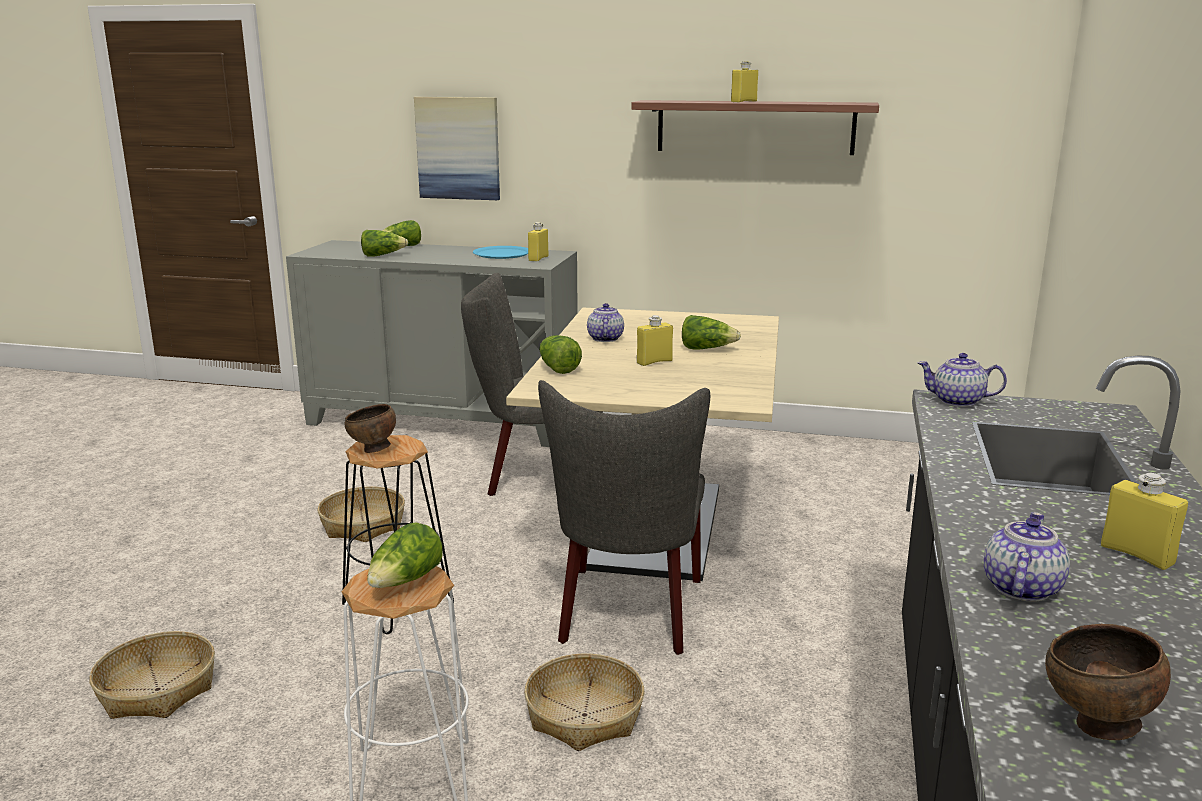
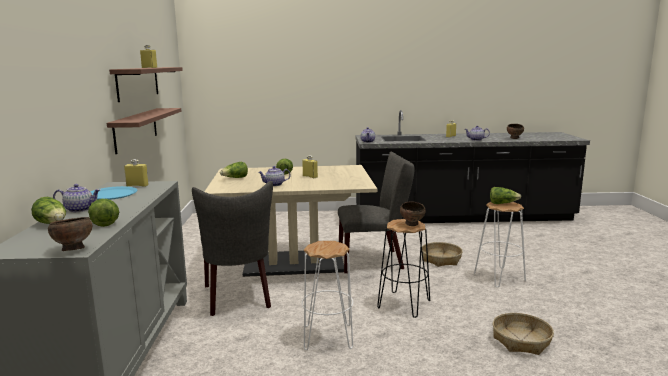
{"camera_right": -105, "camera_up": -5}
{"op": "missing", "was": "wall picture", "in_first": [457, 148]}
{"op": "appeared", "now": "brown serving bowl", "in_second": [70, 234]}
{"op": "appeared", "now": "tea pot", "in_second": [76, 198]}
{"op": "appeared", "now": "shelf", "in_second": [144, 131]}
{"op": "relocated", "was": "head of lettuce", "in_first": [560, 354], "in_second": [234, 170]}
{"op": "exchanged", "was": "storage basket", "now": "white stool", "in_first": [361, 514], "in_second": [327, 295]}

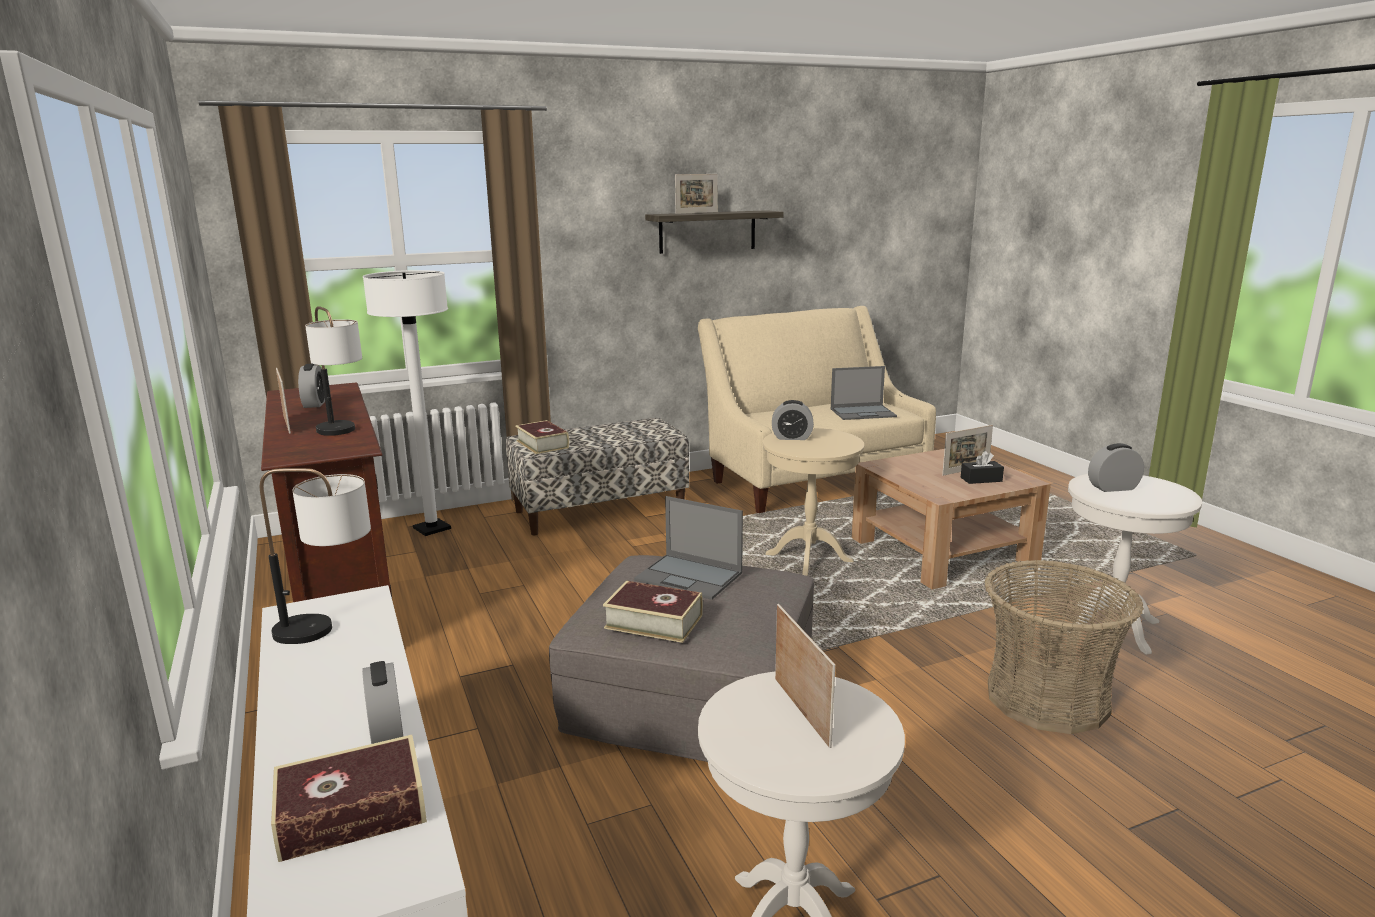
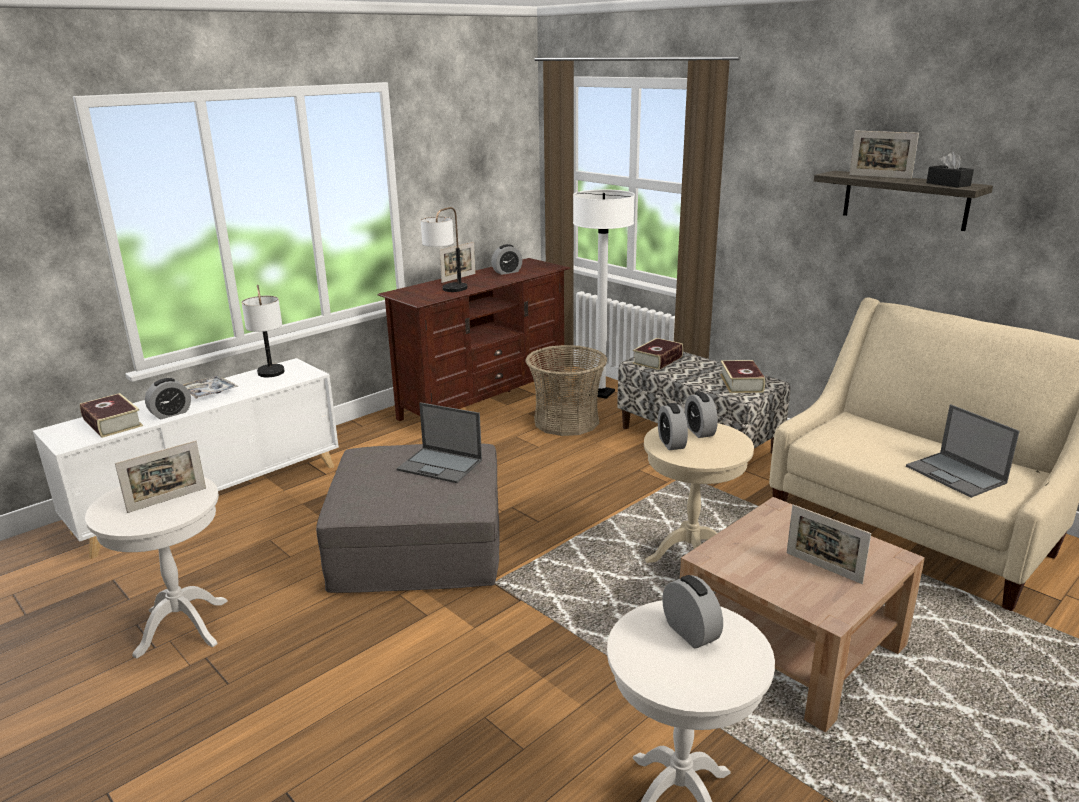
{"camera_right": 70, "camera_up": 5}
{"op": "appeared", "now": "carrying tray", "in_second": [210, 387]}
{"op": "appeared", "now": "bedside clock", "in_second": [673, 426]}
{"op": "relocated", "was": "volume", "in_first": [653, 612], "in_second": [742, 376]}
{"op": "relocated", "was": "black tissue holder", "in_first": [982, 467], "in_second": [950, 170]}
{"op": "relocated", "was": "storage basket", "in_first": [1064, 647], "in_second": [566, 390]}
{"op": "spun", "was": "portable computer", "in_first": [688, 548], "in_second": [439, 442], "clockwise": -75}

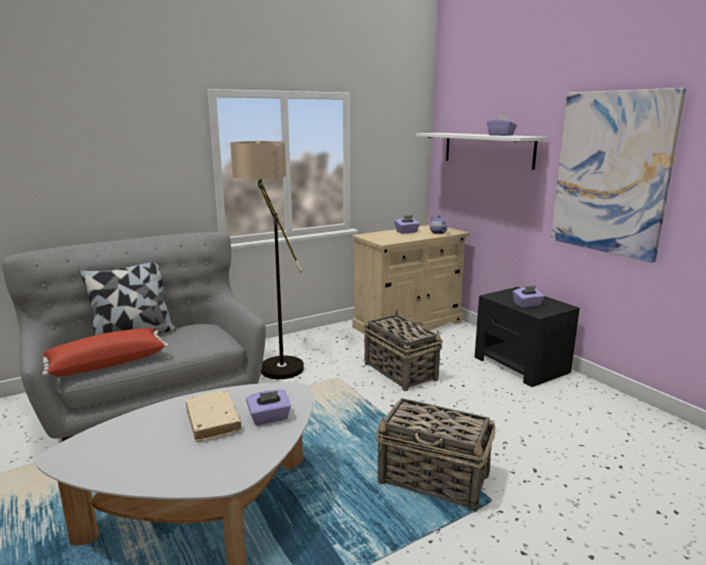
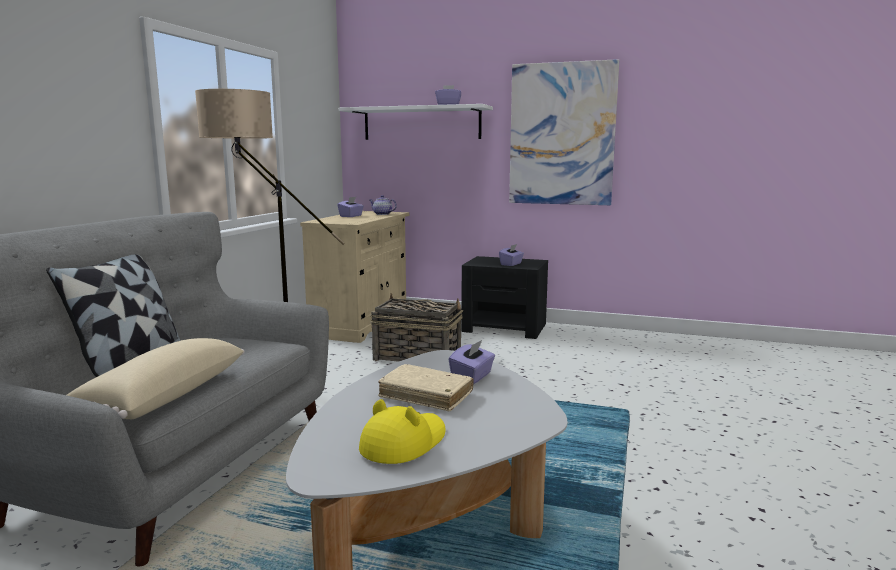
{"camera_right": -40, "camera_up": -5}
{"op": "missing", "was": "storage basket", "in_first": [436, 455]}
{"op": "appeared", "now": "yellow hat", "in_second": [402, 431]}
{"op": "colour", "was": "red cushion", "now": "beige cushion", "in_first": [105, 352], "in_second": [156, 378]}

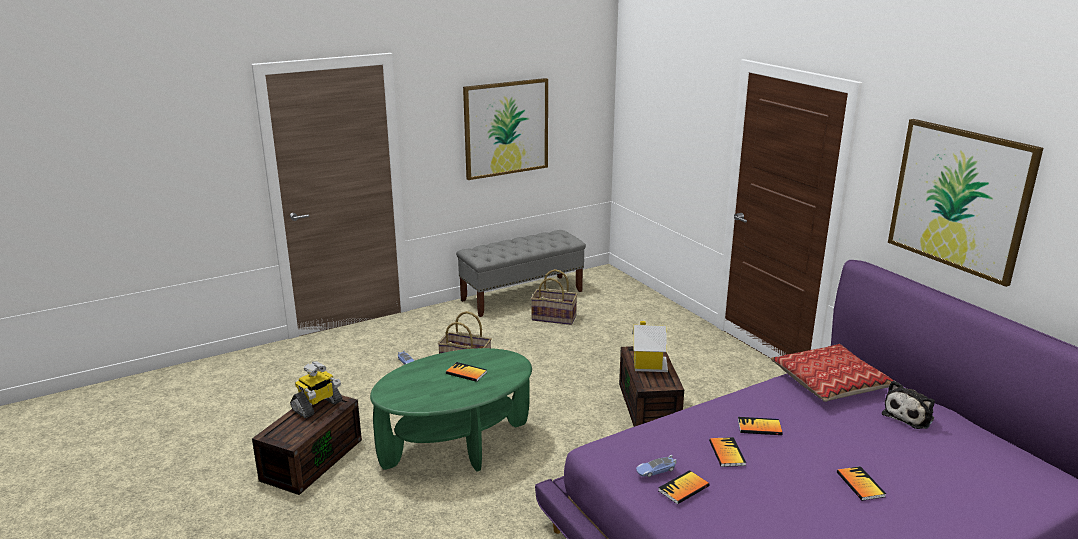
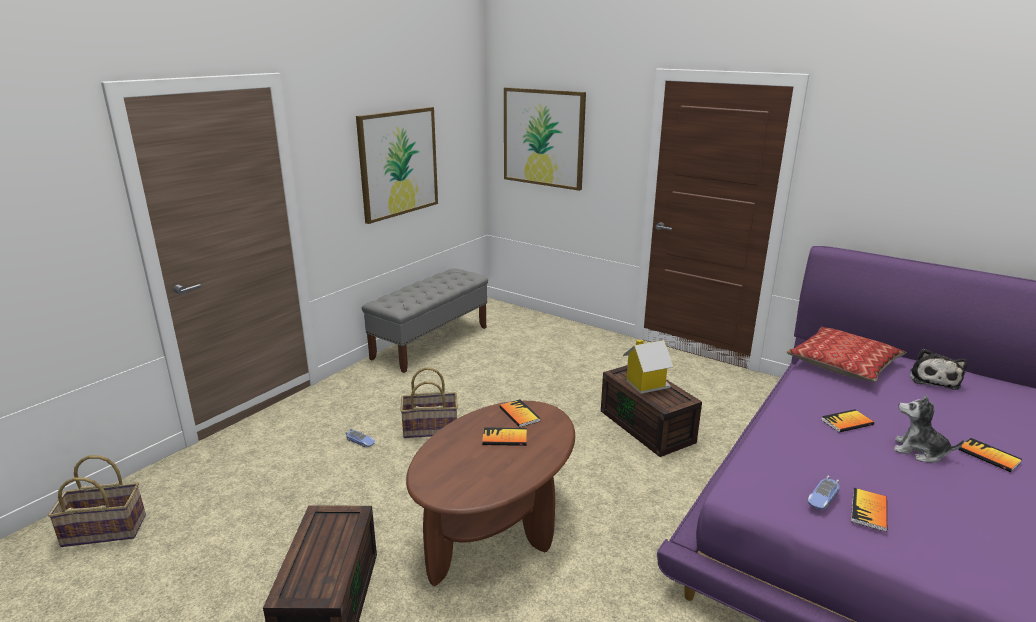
{"camera_right": -25, "camera_up": 0}
{"op": "missing", "was": "model robot", "in_first": [316, 389]}
{"op": "appeared", "now": "cuddly toy", "in_second": [929, 428]}
{"op": "relocated", "was": "storage basket", "in_first": [554, 297], "in_second": [97, 501]}
{"op": "relocated", "was": "volume", "in_first": [727, 452], "in_second": [519, 413]}
{"op": "relocated", "was": "wall picture", "in_first": [965, 203], "in_second": [545, 139]}
{"op": "colour", "was": "greenish coffee table", "now": "brown coffee table", "in_first": [451, 410], "in_second": [490, 493]}

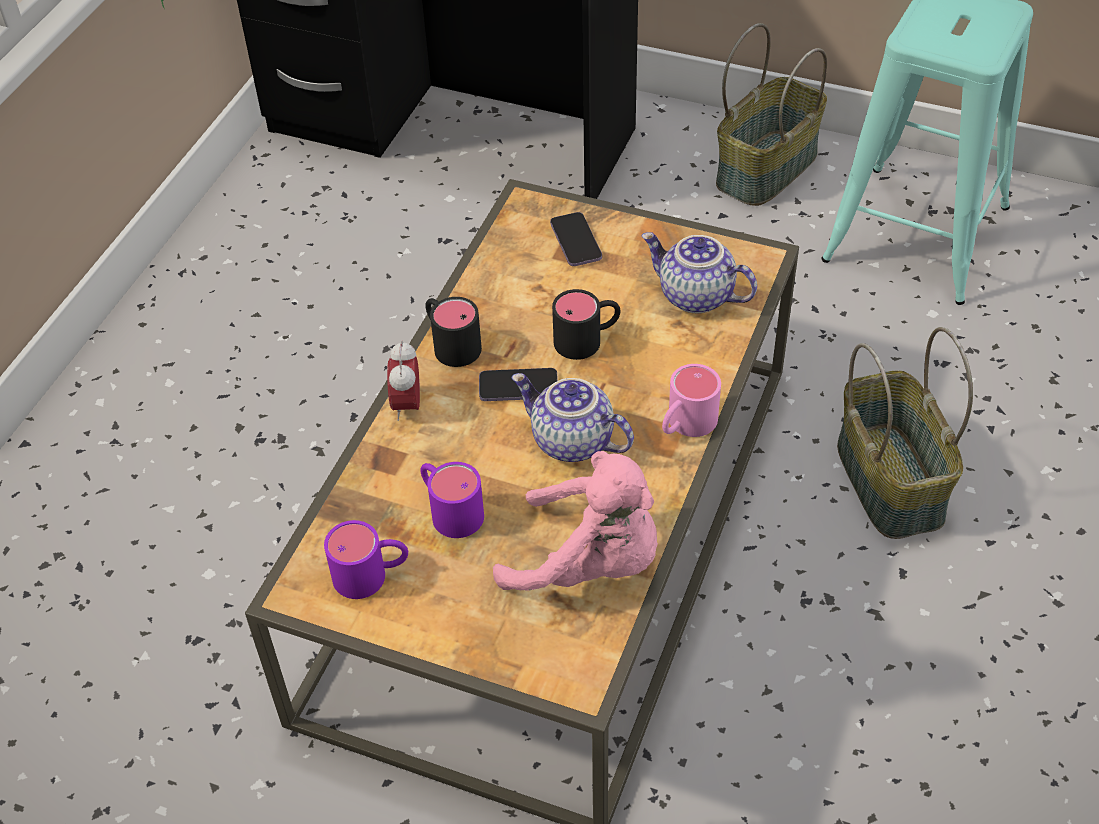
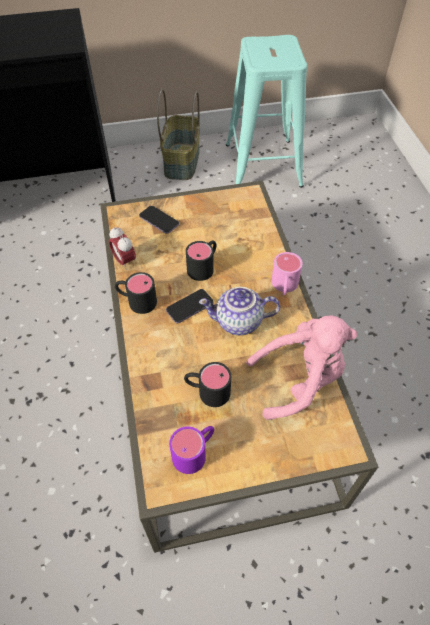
{"camera_right": -35, "camera_up": 5}
{"op": "missing", "was": "tea pot", "in_first": [699, 272]}
{"op": "missing", "was": "storage basket", "in_first": [905, 433]}
{"op": "relocated", "was": "bedside clock", "in_first": [403, 381], "in_second": [122, 248]}
{"op": "colour", "was": "purplish tea mug", "now": "black tea mug", "in_first": [452, 500], "in_second": [207, 384]}

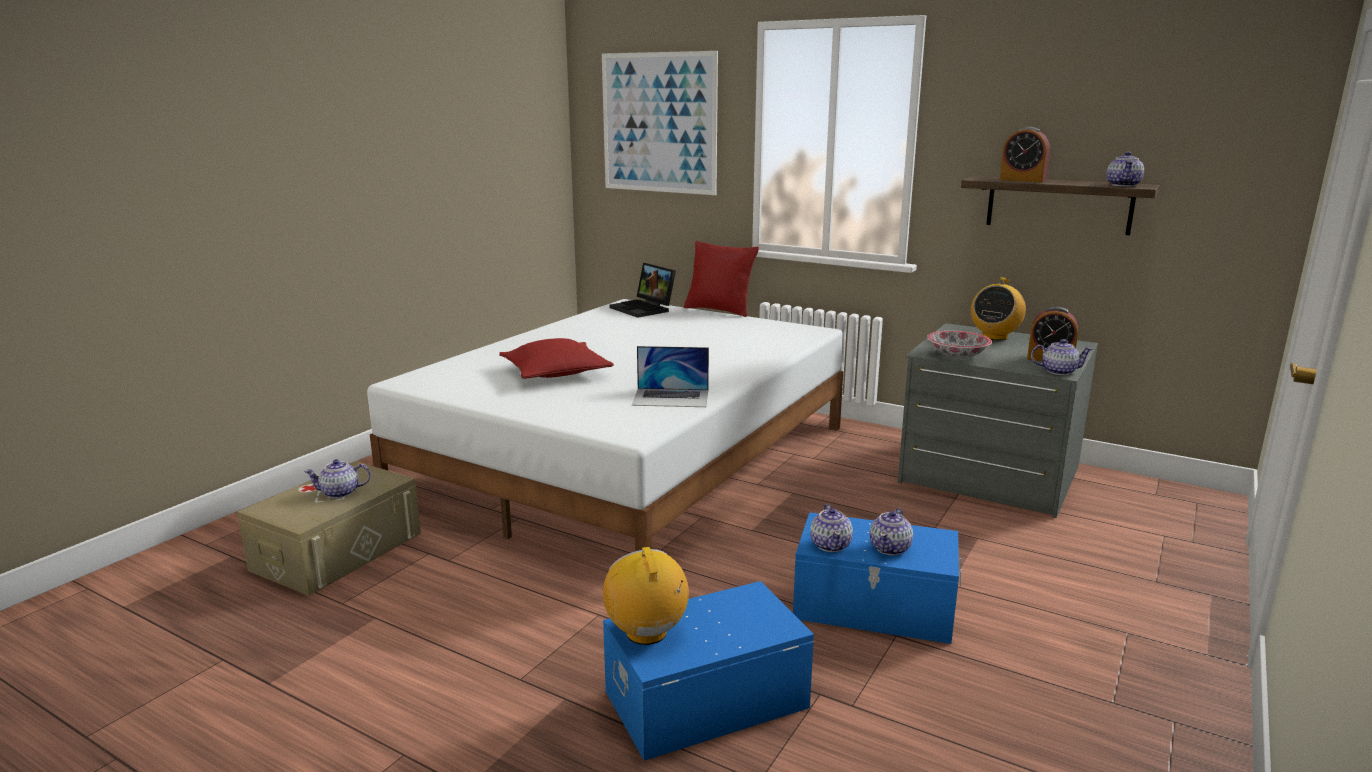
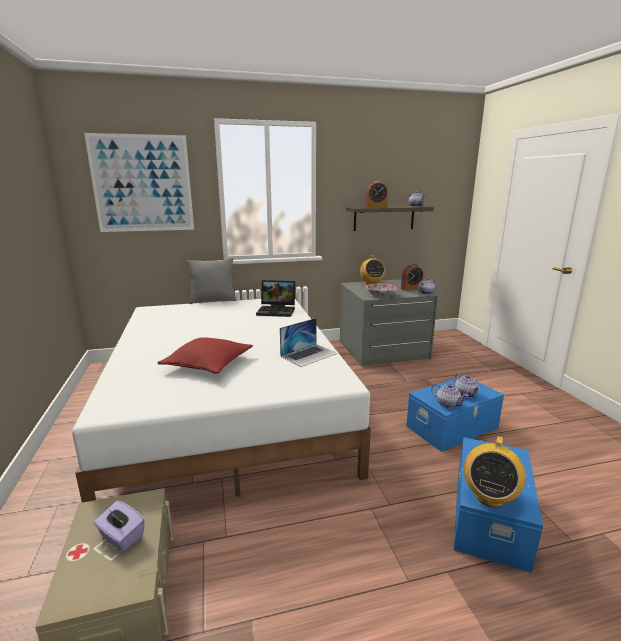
{"camera_right": -45, "camera_up": 0}
{"op": "relocated", "was": "portable computer", "in_first": [642, 290], "in_second": [275, 298]}
{"op": "exchanged", "was": "tea pot", "now": "purplish tissue holder", "in_first": [337, 478], "in_second": [119, 526]}
{"op": "colour", "was": "red cushion", "now": "gray cushion", "in_first": [721, 279], "in_second": [211, 281]}
{"op": "spun", "was": "radio", "in_first": [646, 596], "in_second": [495, 471], "clockwise": -90}

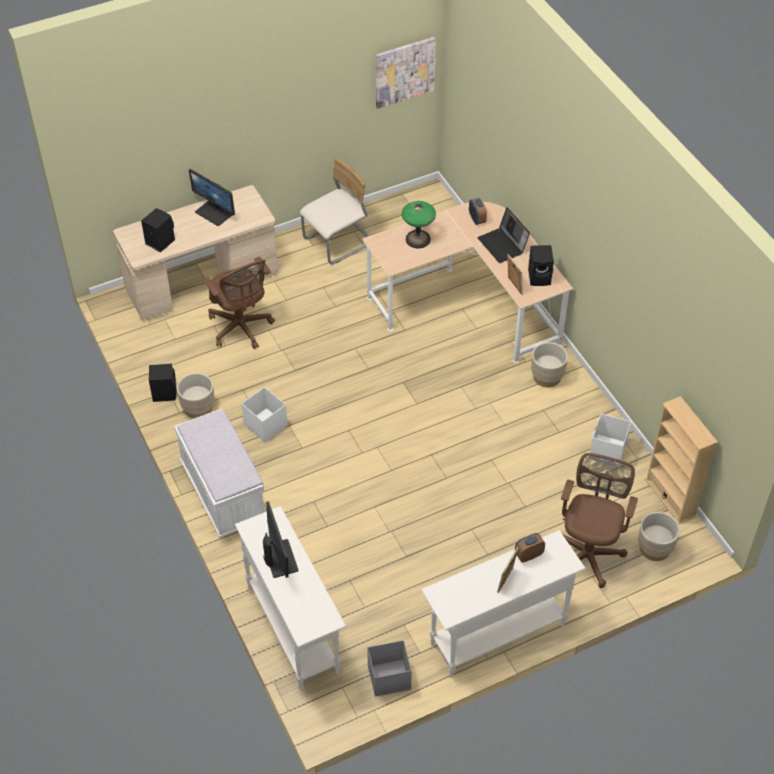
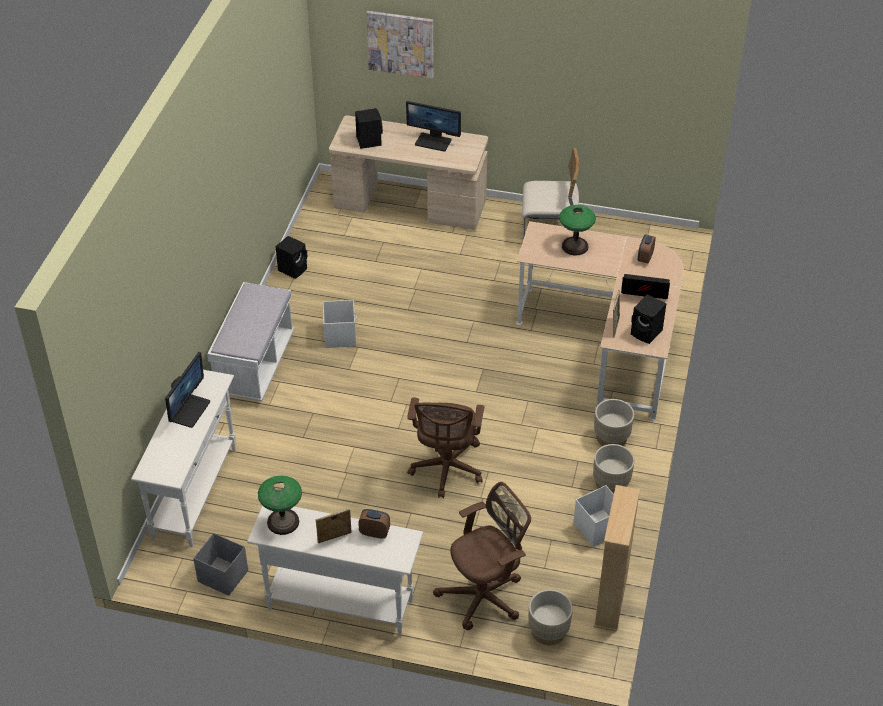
{"camera_right": 40, "camera_up": -5}
{"op": "appeared", "now": "table lamp", "in_second": [280, 505]}
{"op": "relocated", "was": "beige plant pot", "in_first": [195, 396], "in_second": [614, 469]}
{"op": "relocated", "was": "brown office chair", "in_first": [239, 303], "in_second": [445, 447]}
{"op": "relocated", "was": "wall picture", "in_first": [406, 73], "in_second": [400, 45]}
{"op": "spun", "was": "computer display", "in_first": [212, 197], "in_second": [433, 126], "clockwise": -60}
{"op": "spun", "was": "portable computer", "in_first": [503, 235], "in_second": [645, 286], "clockwise": 90}

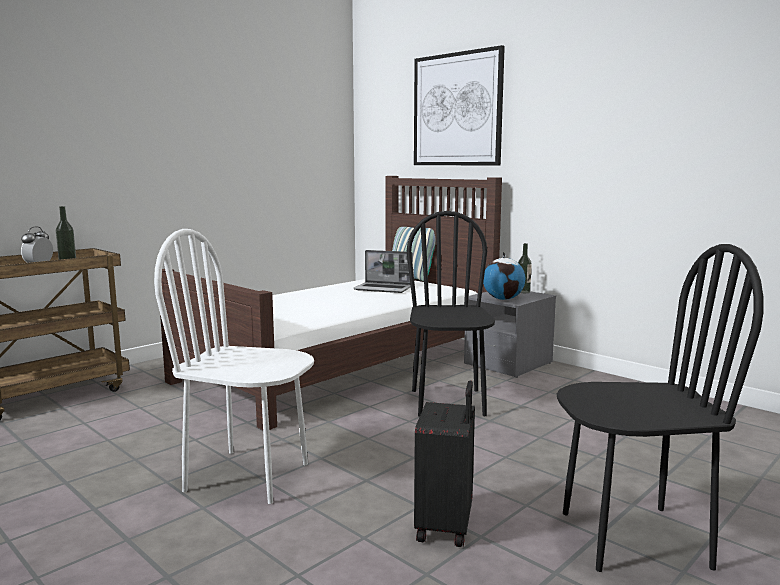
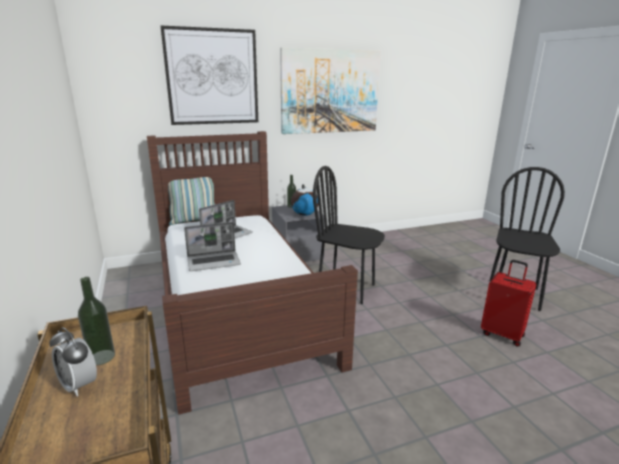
{"camera_right": -65, "camera_up": 10}
{"op": "missing", "was": "white plain chair", "in_first": [234, 366]}
{"op": "appeared", "now": "portable computer", "in_second": [212, 246]}
{"op": "appeared", "now": "wall picture", "in_second": [330, 90]}
{"op": "colour", "was": "black suitcase", "now": "red suitcase", "in_first": [444, 463], "in_second": [508, 303]}

